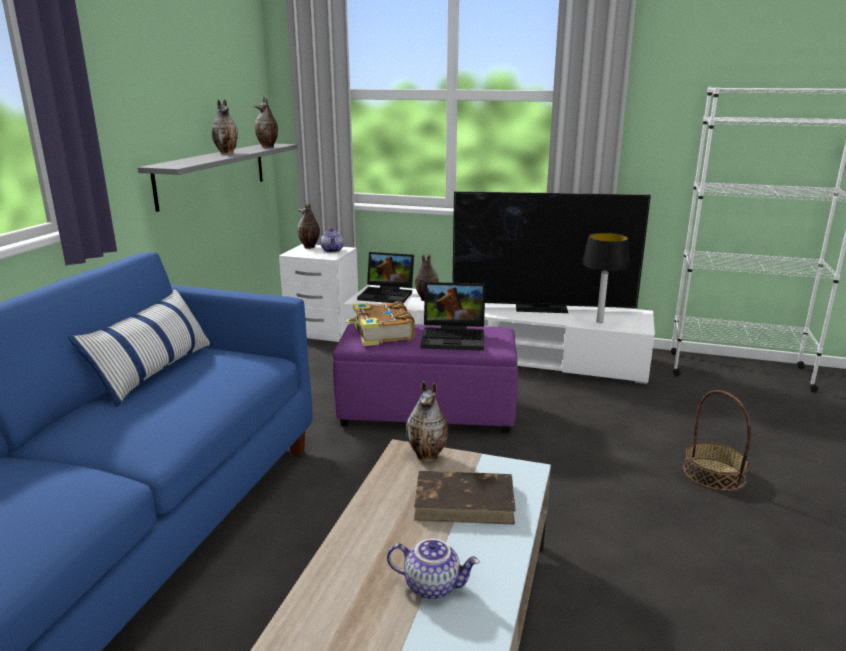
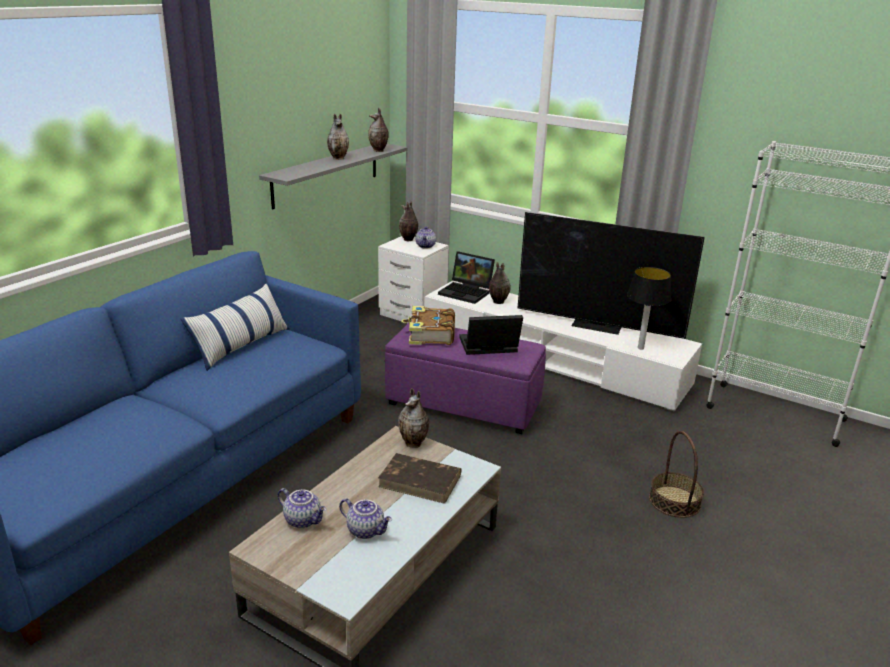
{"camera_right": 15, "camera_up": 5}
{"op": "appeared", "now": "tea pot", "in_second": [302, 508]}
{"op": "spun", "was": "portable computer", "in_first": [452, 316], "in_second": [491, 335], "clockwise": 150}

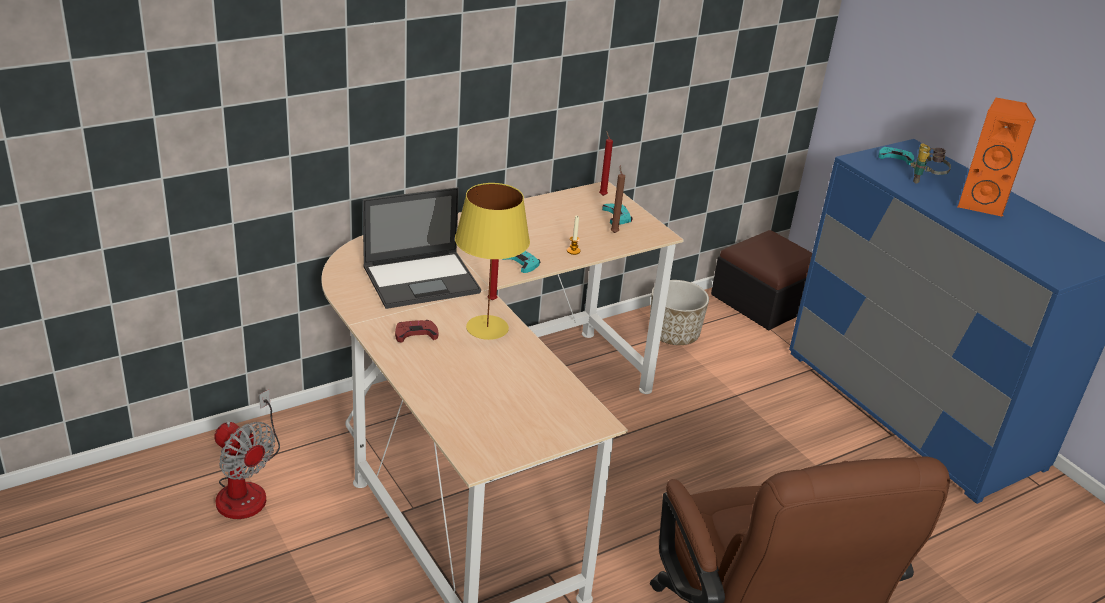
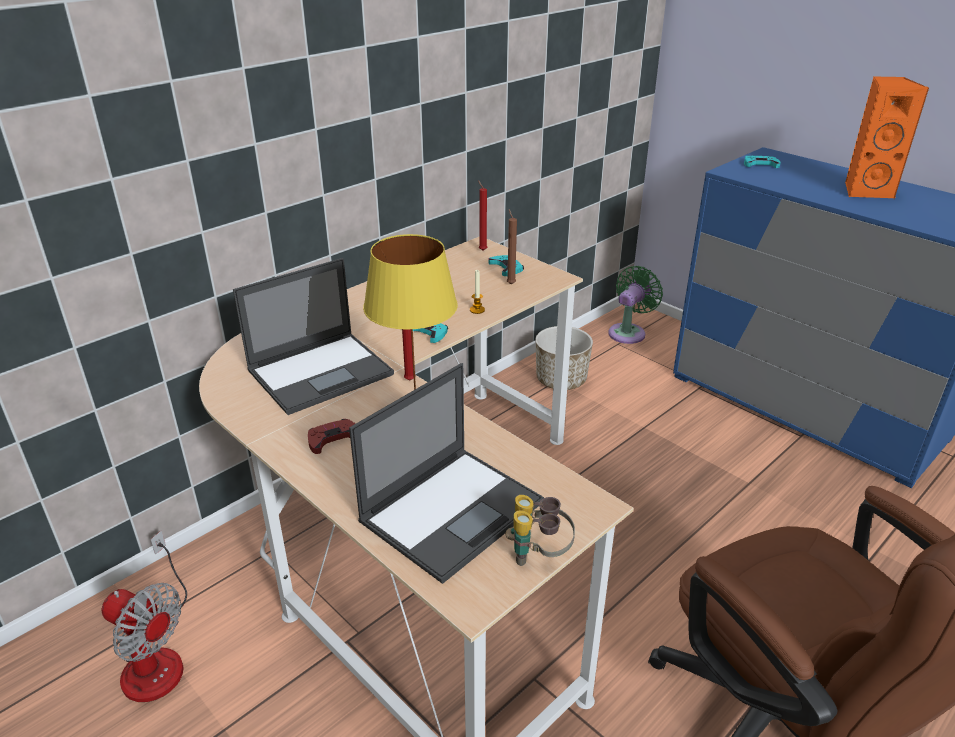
{"camera_right": -10, "camera_up": 0}
{"op": "appeared", "now": "portable computer", "in_second": [446, 473]}
{"op": "relocated", "was": "pair of binoculars", "in_first": [930, 163], "in_second": [540, 530]}
{"op": "exchanged", "was": "pouffe", "now": "greenish fan", "in_first": [761, 280], "in_second": [635, 305]}

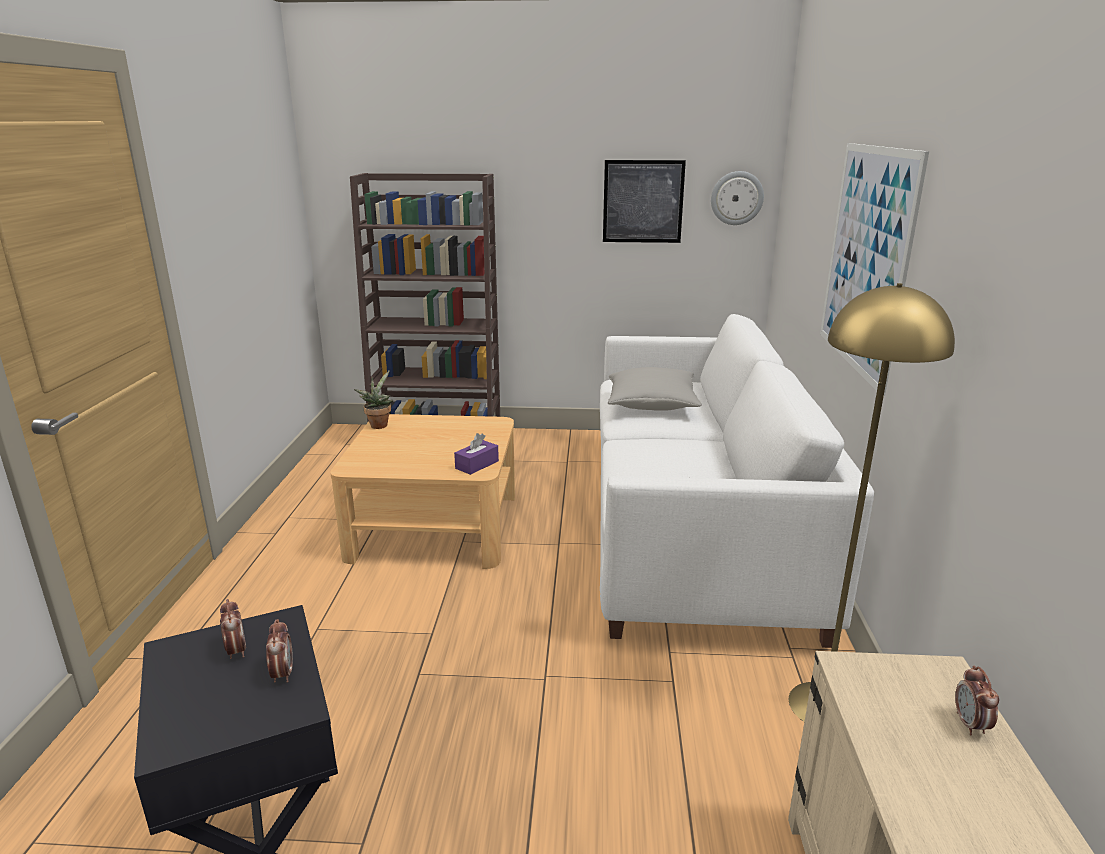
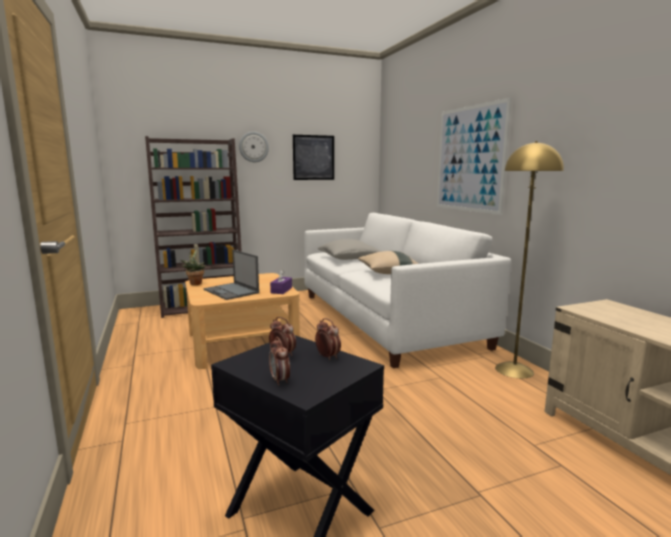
{"camera_right": -25, "camera_up": -10}
{"op": "appeared", "now": "portable computer", "in_second": [231, 275]}
{"op": "appeared", "now": "beige cushion", "in_second": [388, 262]}
{"op": "relocated", "was": "hanging clock", "in_first": [737, 198], "in_second": [254, 146]}
{"op": "relocated", "was": "bedside clock", "in_first": [977, 700], "in_second": [279, 361]}

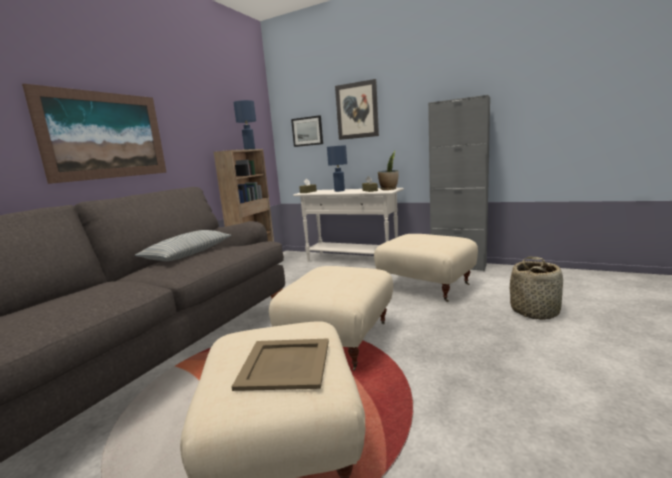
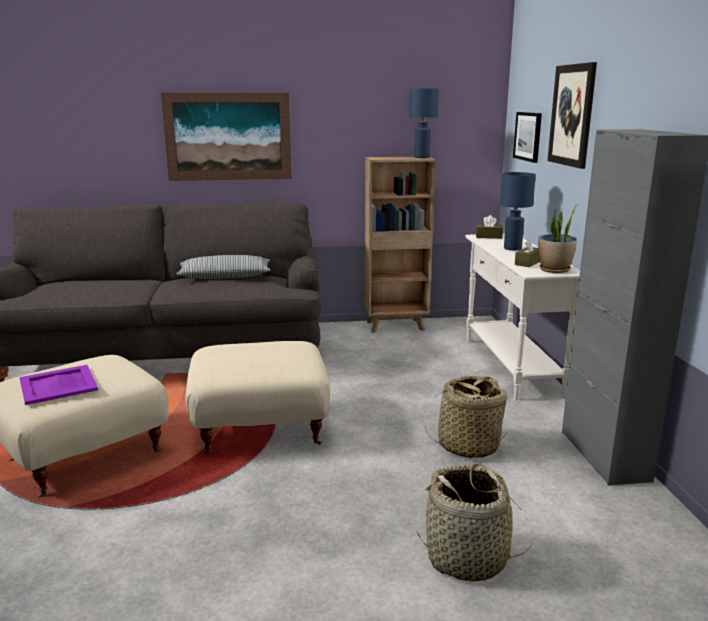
{"camera_right": 55, "camera_up": 5}
{"op": "exchanged", "was": "beige pouffe", "now": "storage basket", "in_first": [426, 268], "in_second": [466, 417]}
{"op": "colour", "was": "beige carrying tray", "now": "purplish carrying tray", "in_first": [280, 365], "in_second": [58, 385]}

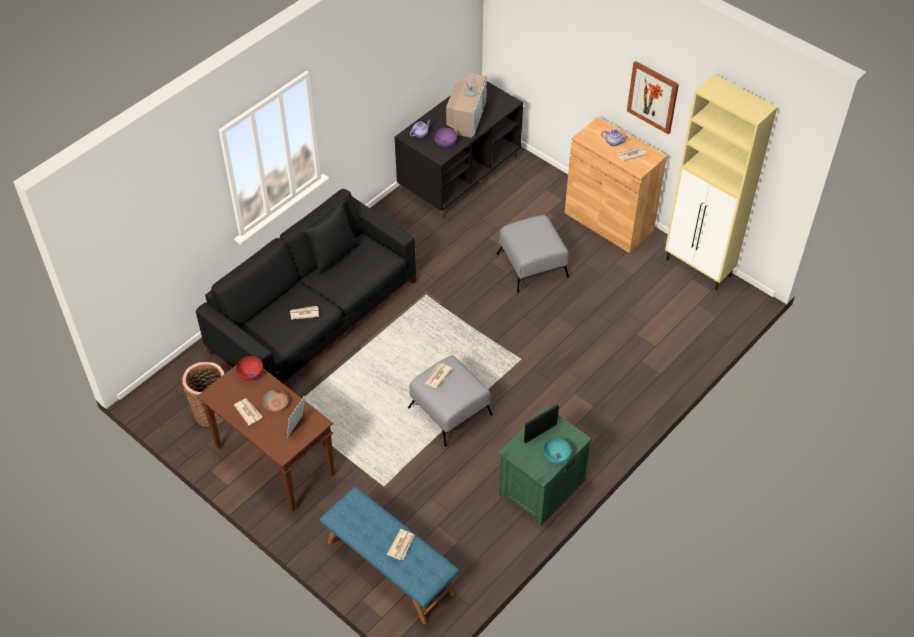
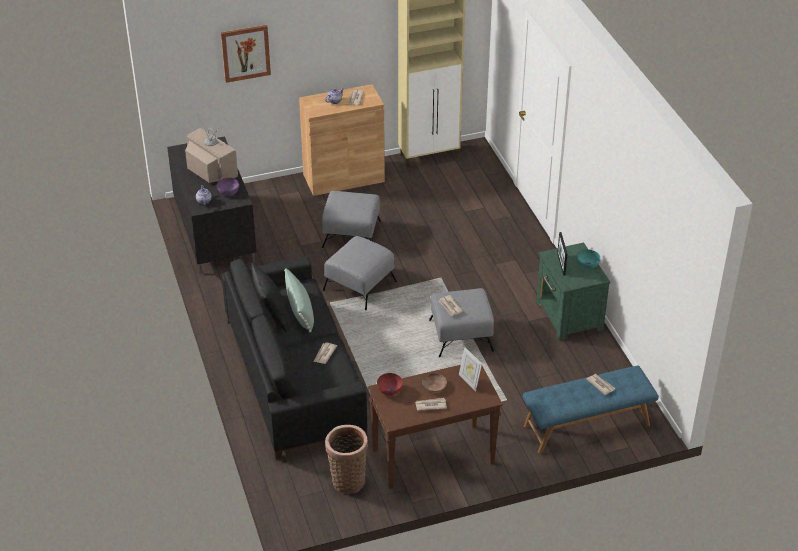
{"camera_right": -60, "camera_up": -10}
{"op": "appeared", "now": "greenish cushion", "in_second": [299, 300]}
{"op": "appeared", "now": "gray pouffe", "in_second": [360, 273]}
{"op": "relocated", "was": "wall picture", "in_first": [653, 97], "in_second": [246, 54]}

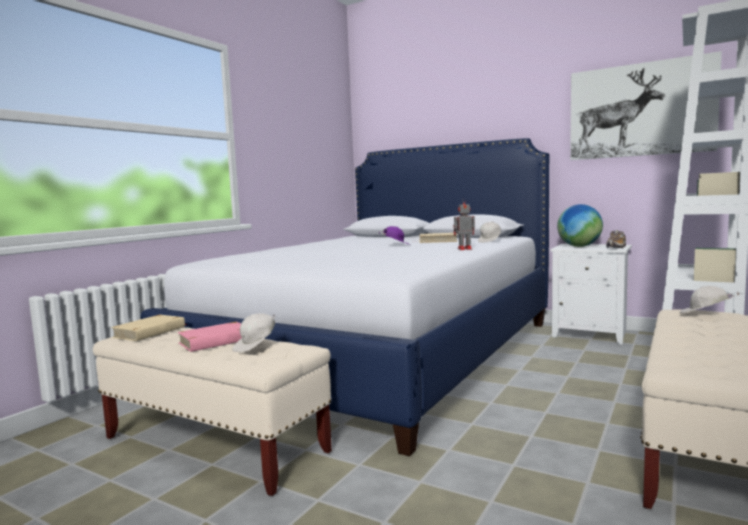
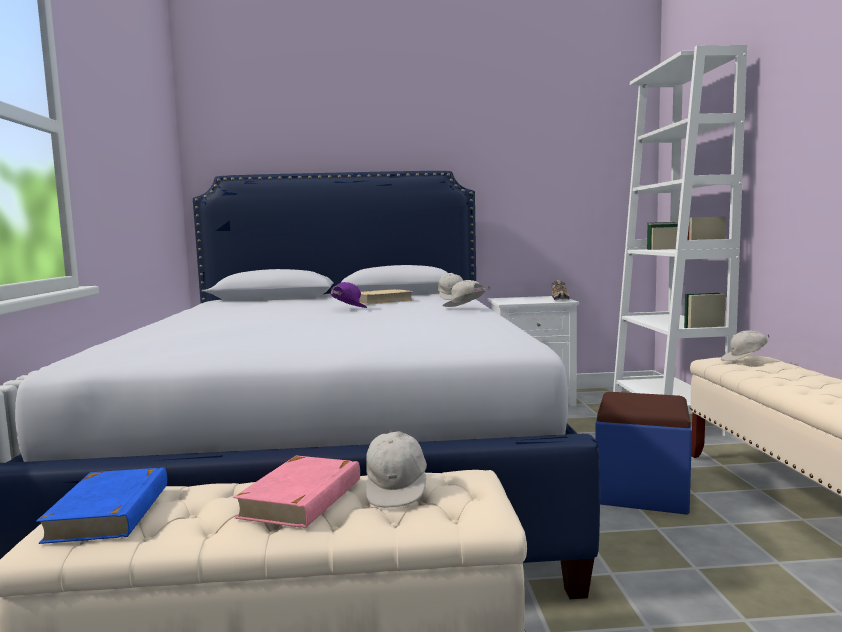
{"camera_right": -35, "camera_up": 0}
{"op": "missing", "was": "world globe", "in_first": [580, 225]}
{"op": "missing", "was": "wall picture", "in_first": [646, 105]}
{"op": "appeared", "now": "bluish pouffe", "in_second": [643, 453]}
{"op": "exchanged", "was": "model robot", "now": "white peaked cap", "in_first": [464, 224], "in_second": [466, 293]}
{"op": "colour", "was": "beige volume", "now": "bluish volume", "in_first": [149, 328], "in_second": [101, 505]}

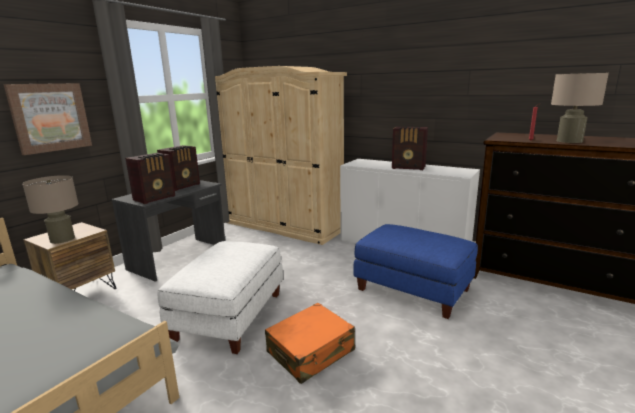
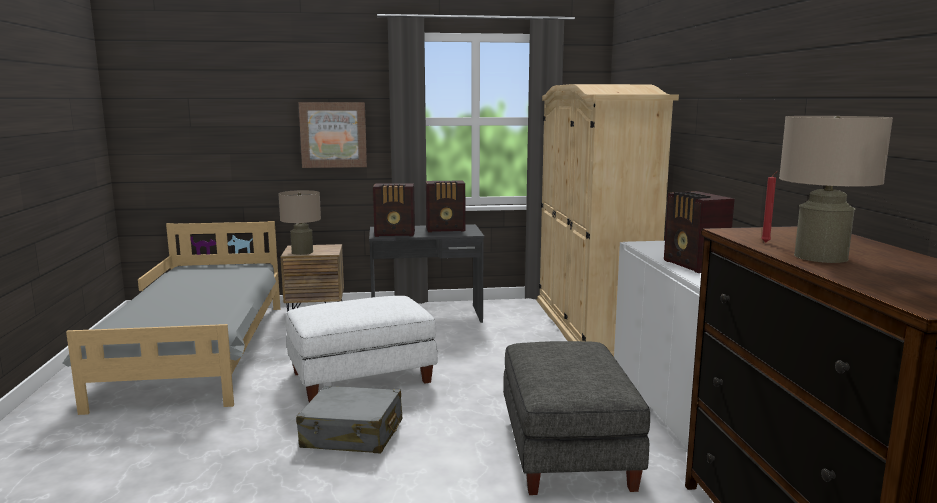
{"camera_right": 50, "camera_up": -5}
{"op": "colour", "was": "orangey suitcase", "now": "gray suitcase", "in_first": [310, 343], "in_second": [349, 419]}
{"op": "colour", "was": "bluish pouffe", "now": "gray pouffe", "in_first": [415, 271], "in_second": [576, 418]}

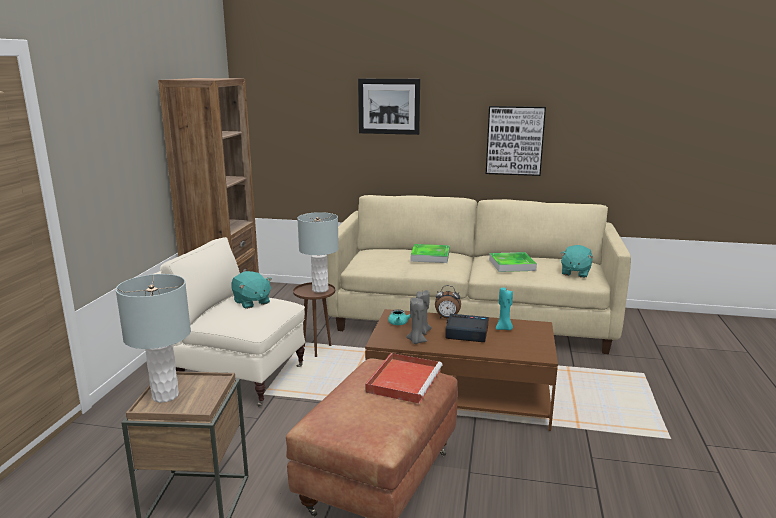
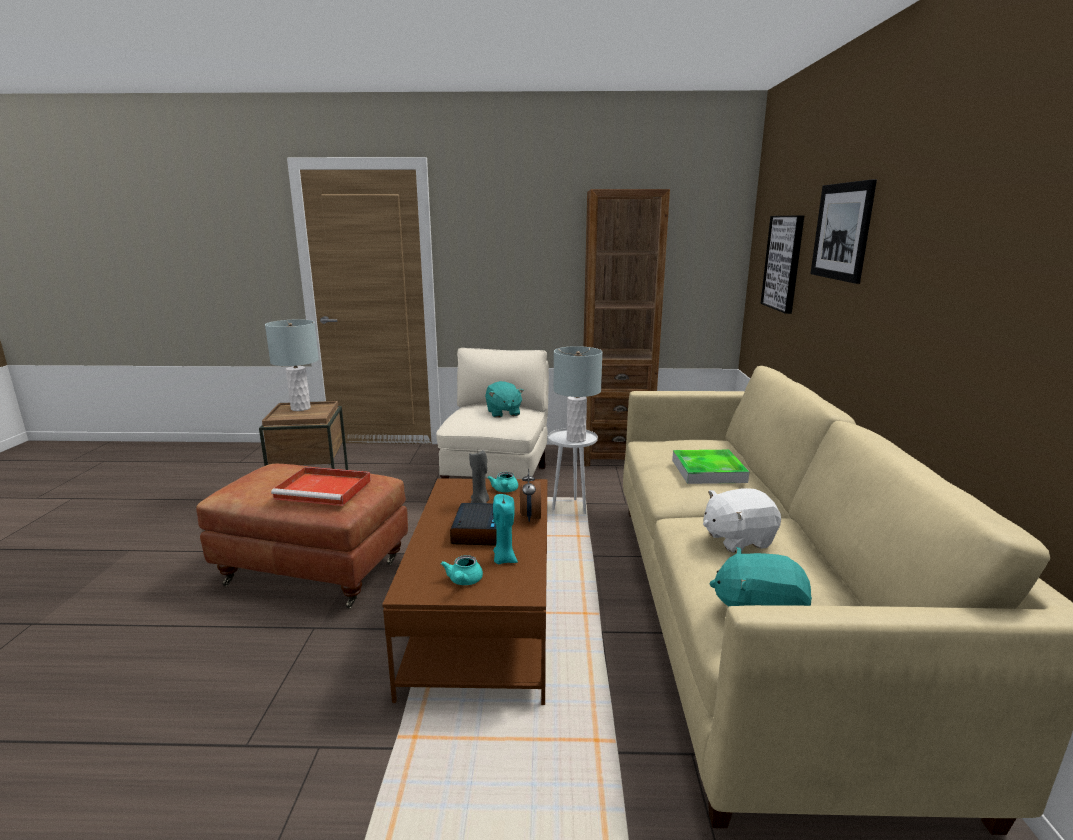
{"camera_right": 80, "camera_up": 0}
{"op": "missing", "was": "gray wax light", "in_first": [416, 321]}
{"op": "appeared", "now": "turquoise tea pot", "in_second": [462, 570]}
{"op": "relocated", "was": "wall picture", "in_first": [516, 141], "in_second": [782, 264]}
{"op": "exchanged", "was": "carrying tray", "now": "white cuddly toy", "in_first": [513, 262], "in_second": [742, 520]}
{"op": "colour", "was": "brown accent table", "now": "white accent table", "in_first": [314, 319], "in_second": [573, 471]}
{"op": "spun", "was": "turquoise cuddly toy", "in_first": [251, 290], "in_second": [504, 399], "clockwise": -60}

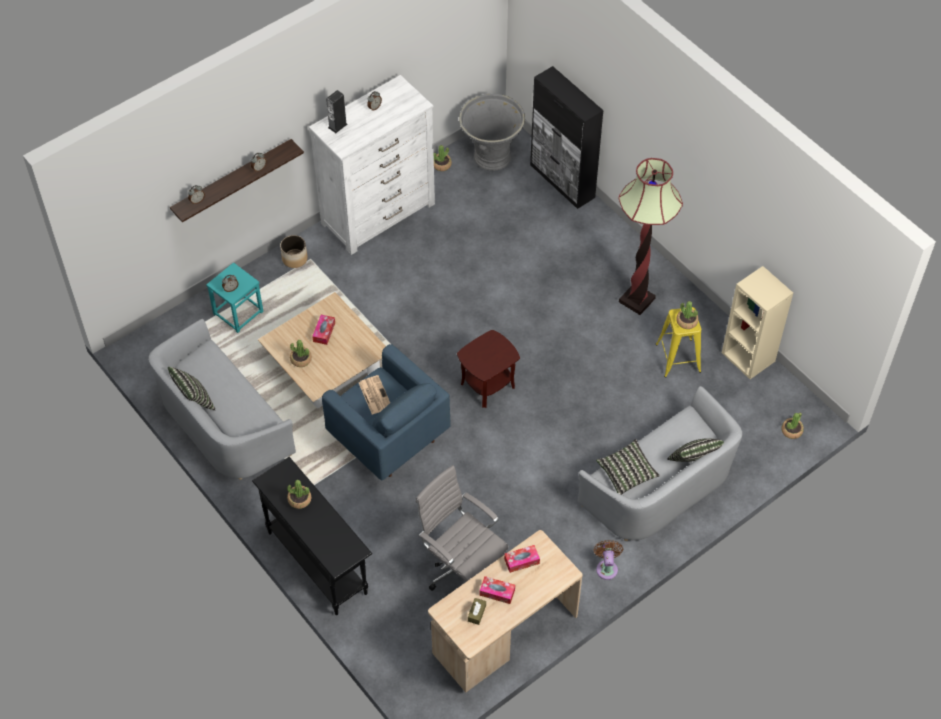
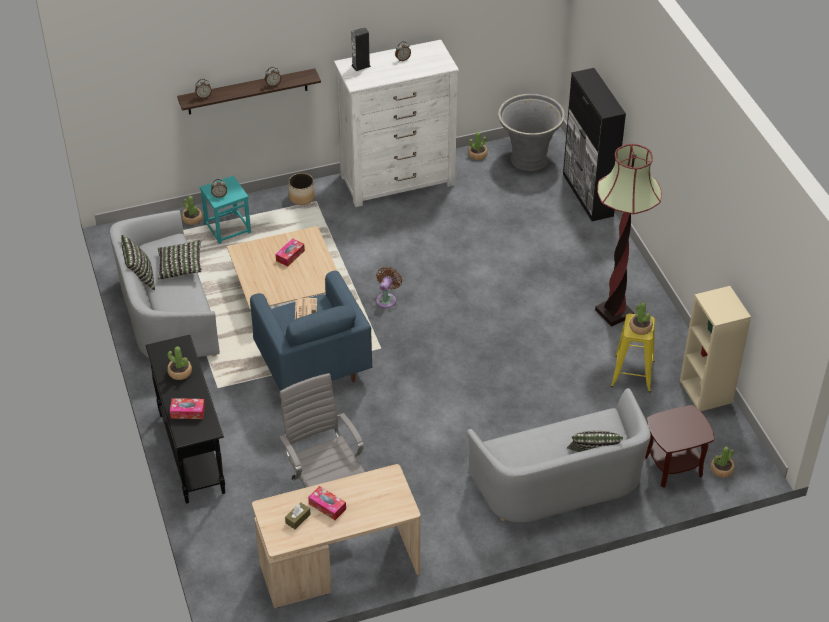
{"camera_right": 20, "camera_up": -10}
{"op": "relocated", "was": "potted plant", "in_first": [301, 353], "in_second": [192, 210]}
{"op": "relocated", "was": "brown accent table", "in_first": [488, 369], "in_second": [679, 446]}
{"op": "relocated", "was": "tissue holder", "in_first": [522, 559], "in_second": [187, 408]}
{"op": "relocated", "was": "brown fan", "in_first": [608, 560], "in_second": [389, 287]}
{"op": "relocated", "was": "cushion", "in_first": [628, 467], "in_second": [180, 259]}

